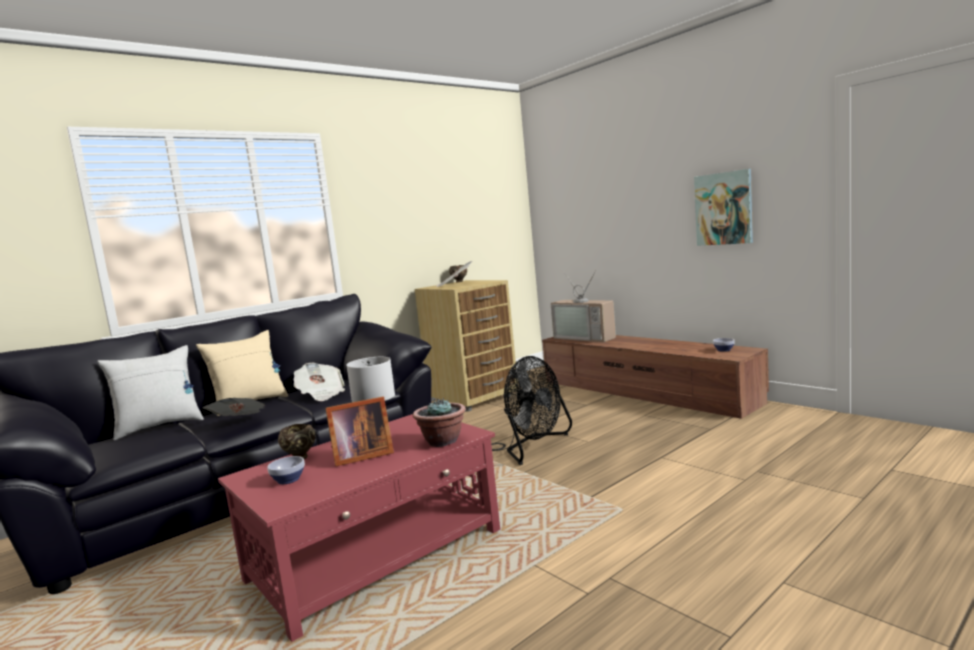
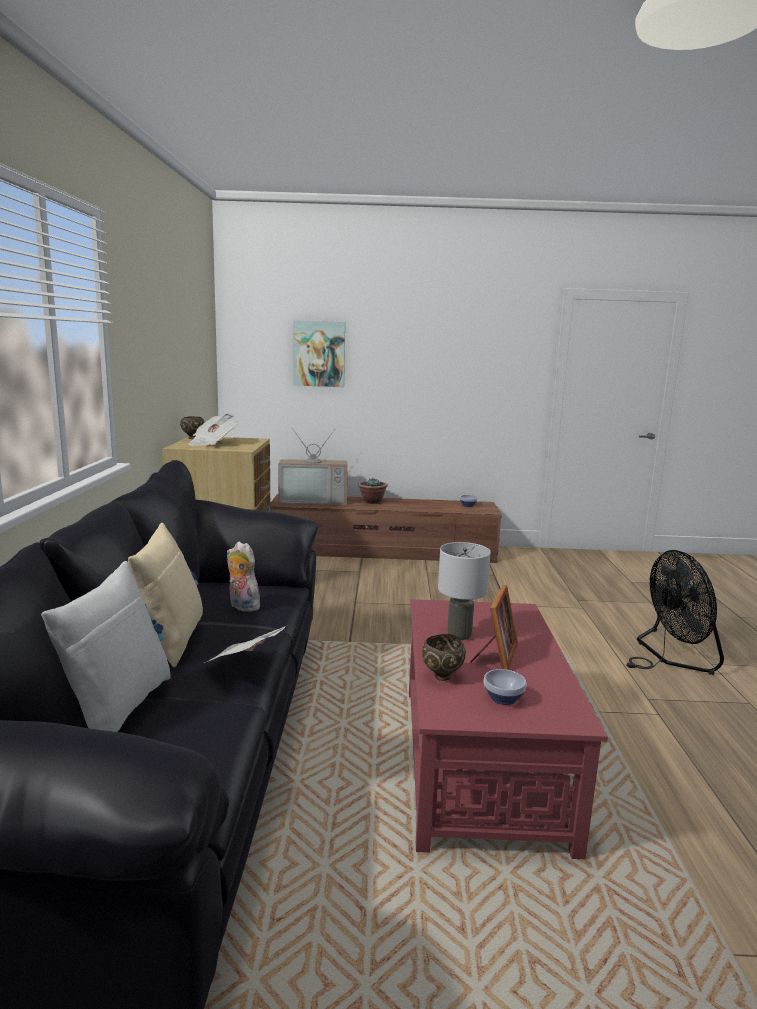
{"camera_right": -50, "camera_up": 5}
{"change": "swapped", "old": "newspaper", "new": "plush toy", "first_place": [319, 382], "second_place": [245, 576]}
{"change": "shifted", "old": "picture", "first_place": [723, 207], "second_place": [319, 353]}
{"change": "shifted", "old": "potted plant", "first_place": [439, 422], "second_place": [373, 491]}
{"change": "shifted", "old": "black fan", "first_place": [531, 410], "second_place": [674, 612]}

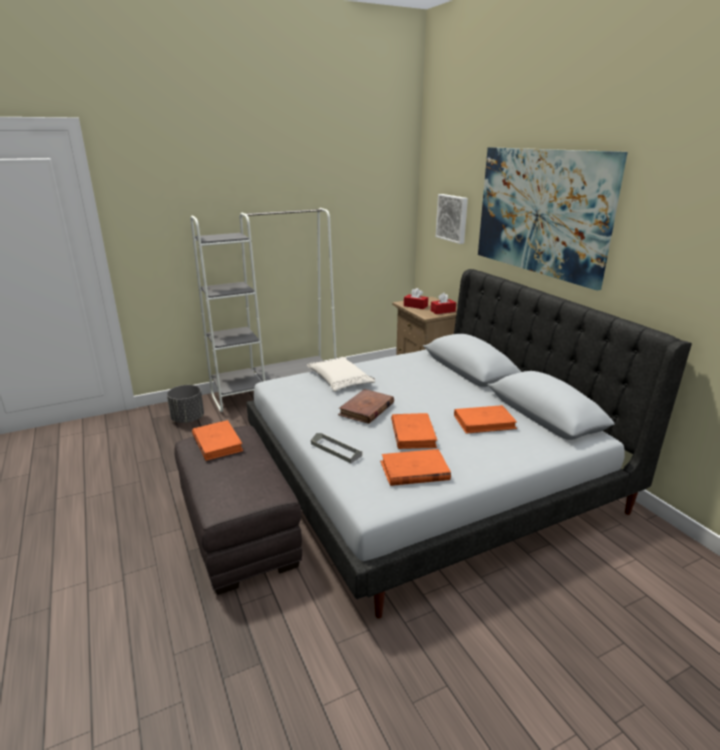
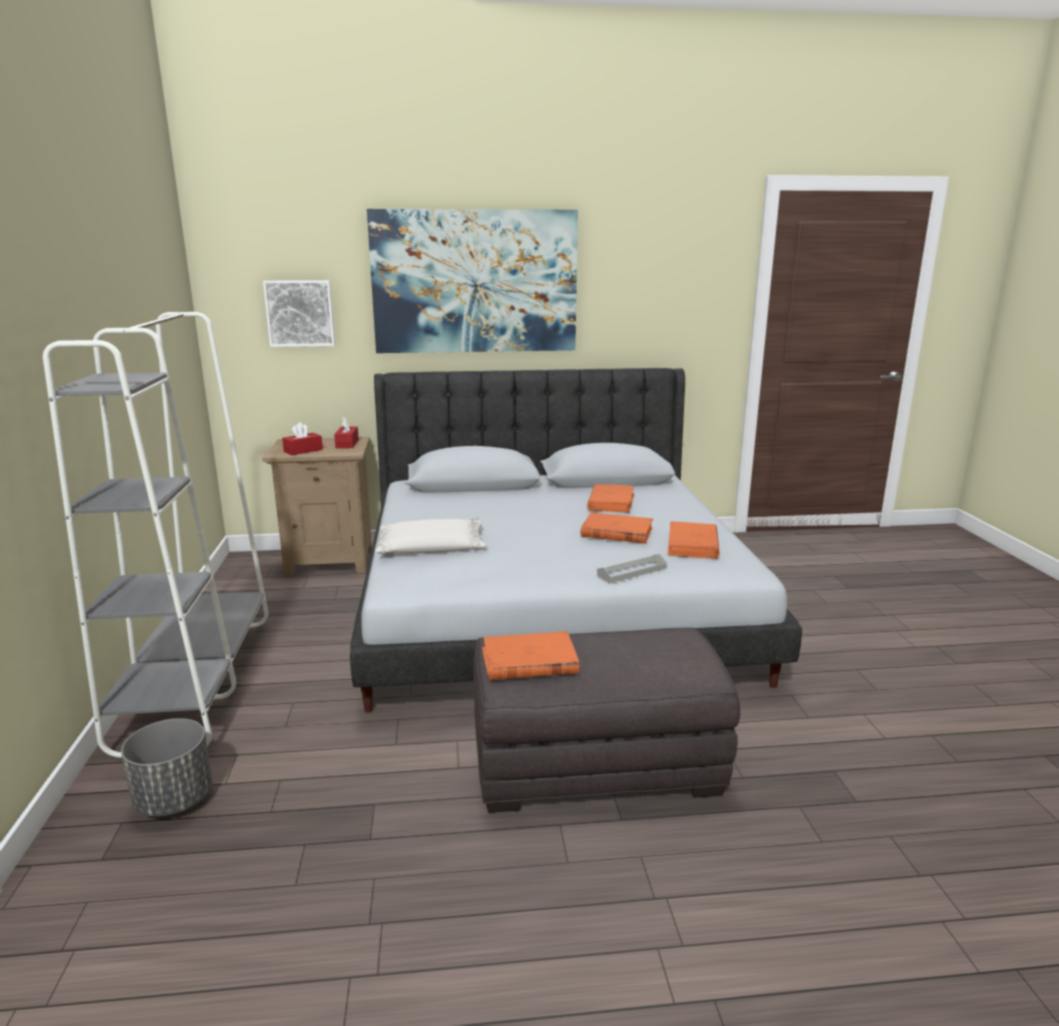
{"camera_right": -70, "camera_up": -5}
{"change": "gone", "old": "brown book", "first_place": [366, 406]}

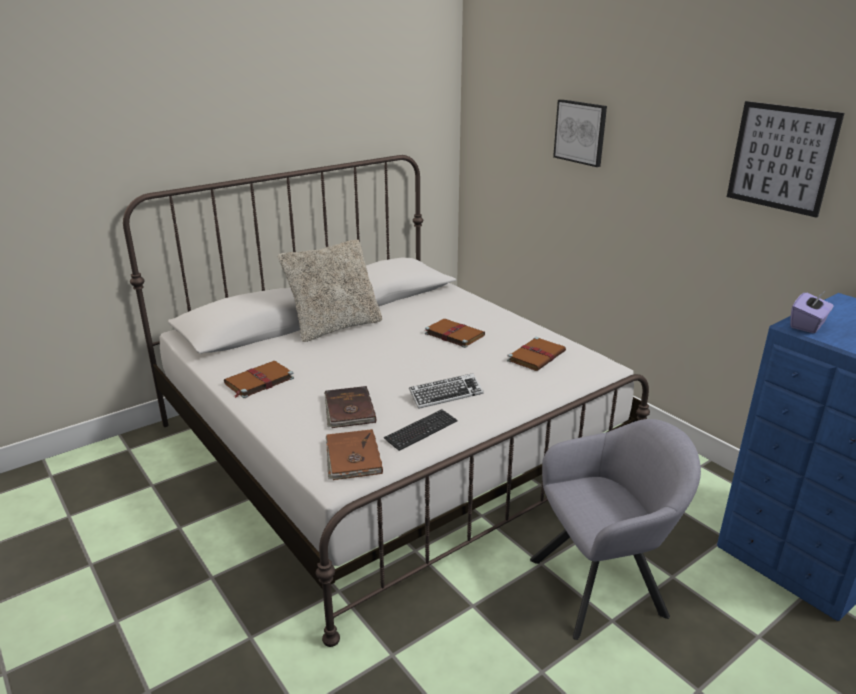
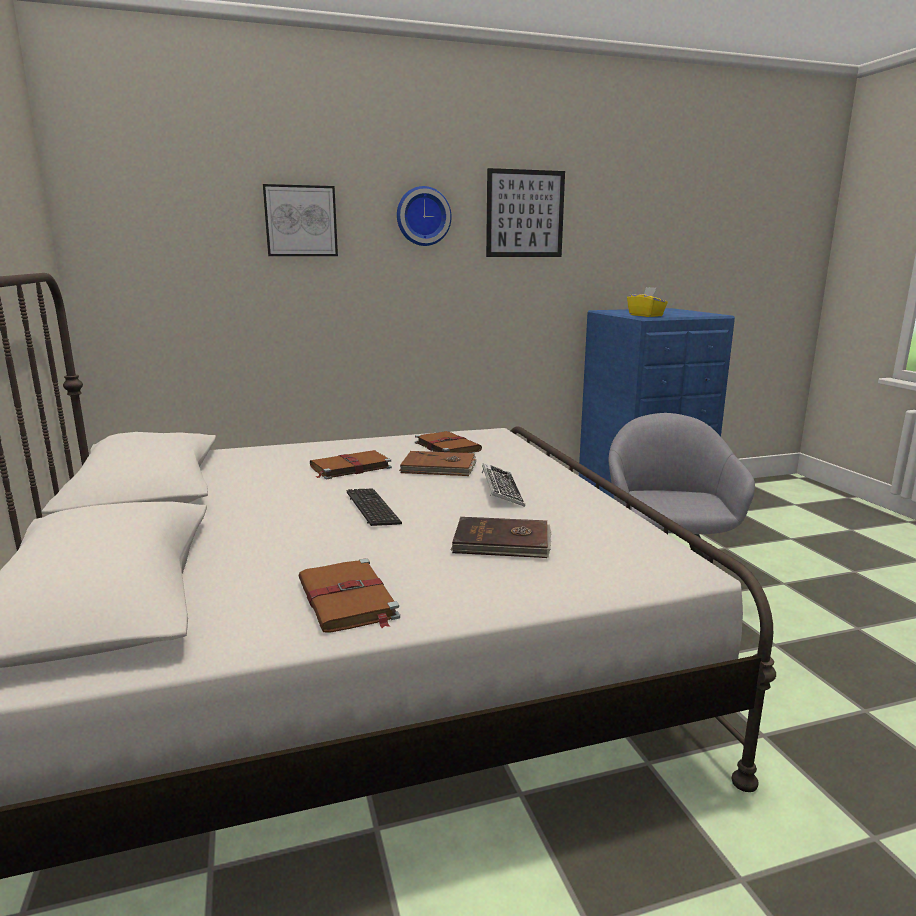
{"camera_right": -70, "camera_up": -10}
{"change": "shifted", "old": "keyboard", "first_place": [420, 430], "second_place": [374, 507]}
{"change": "new", "new": "wall clock", "second_place": [424, 216]}
{"change": "shifted", "old": "brown book", "first_place": [354, 454], "second_place": [438, 463]}
{"change": "repainted", "old": "purple tissue box", "new": "yellow tissue box", "first_place": [812, 312], "second_place": [647, 302]}
{"change": "gone", "old": "beige pillow", "first_place": [330, 291]}

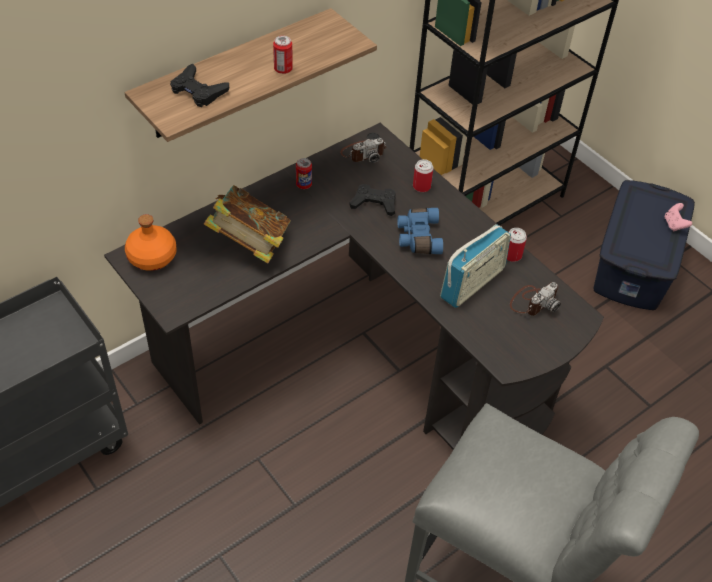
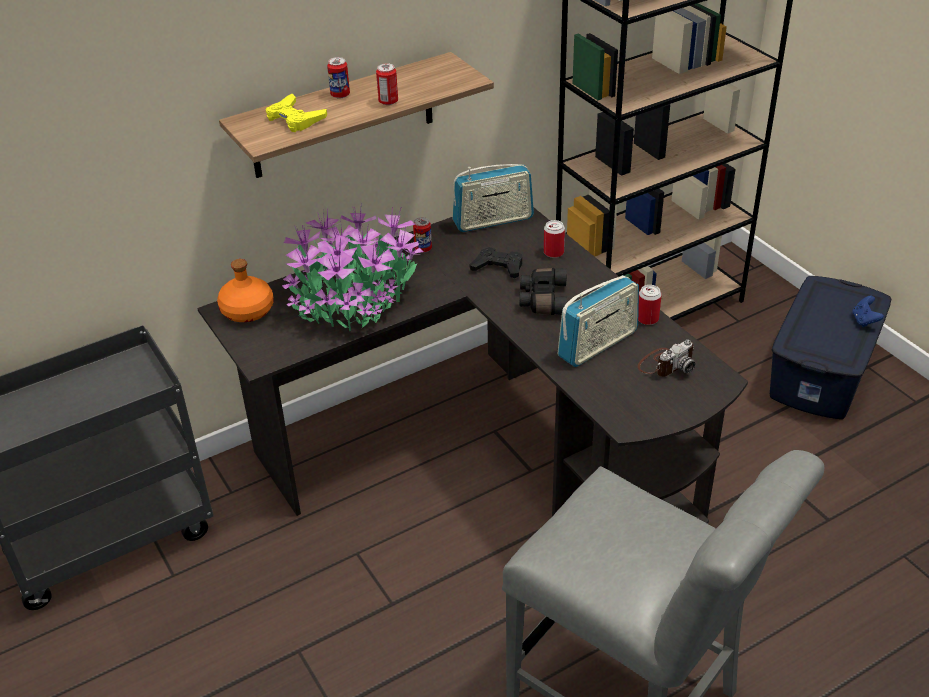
{"camera_right": 10, "camera_up": -10}
{"change": "repainted", "old": "black game controller", "new": "yellow game controller", "first_place": [199, 85], "second_place": [296, 112]}
{"change": "swapped", "old": "book", "new": "potted plant", "first_place": [247, 224], "second_place": [352, 268]}
{"change": "new", "new": "can", "second_place": [338, 78]}
{"change": "swapped", "old": "photo camera", "new": "radio", "first_place": [363, 150], "second_place": [493, 198]}
{"change": "repainted", "old": "blue binoculars", "new": "black binoculars", "first_place": [420, 231], "second_place": [543, 291]}
{"change": "repainted", "old": "pink game controller", "new": "blue game controller", "first_place": [678, 217], "second_place": [868, 311]}

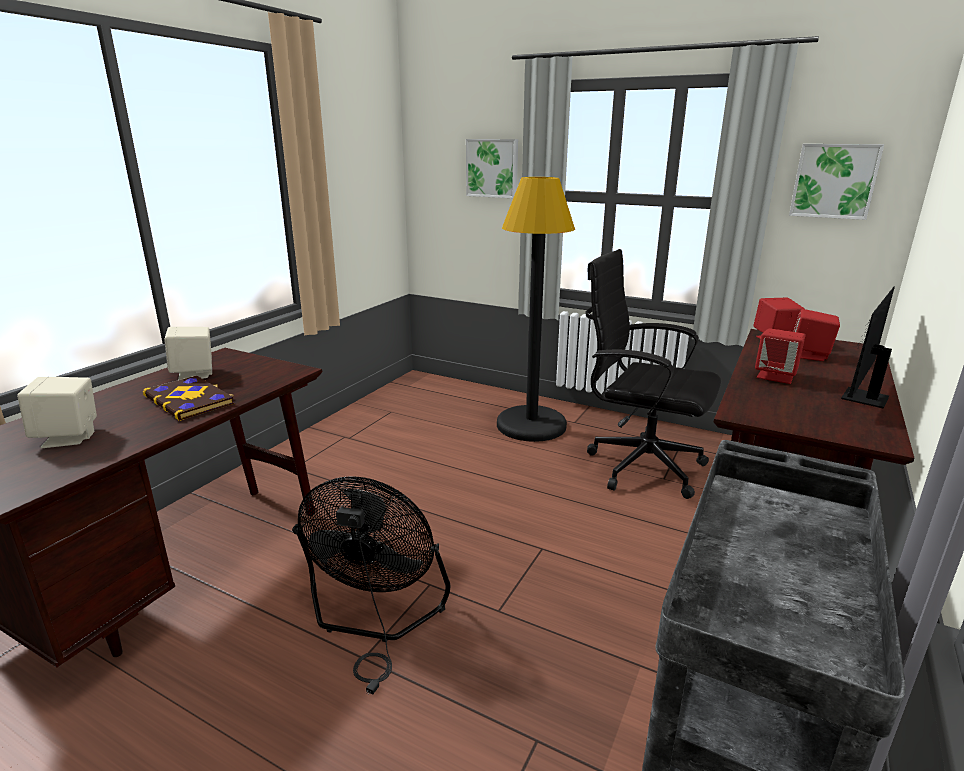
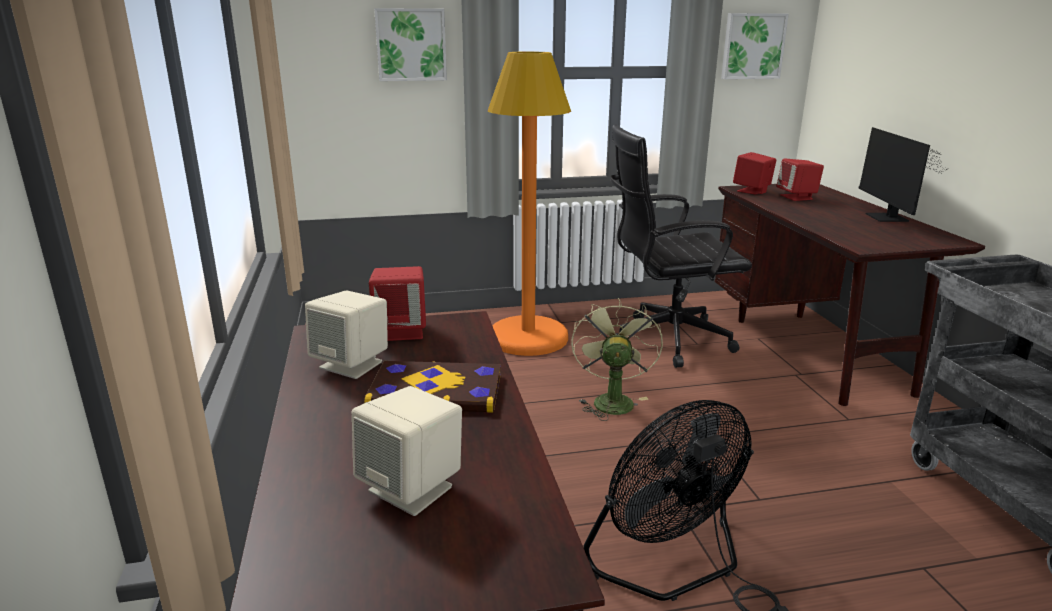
{"camera_right": -40, "camera_up": 0}
{"change": "shifted", "old": "red speaker", "first_place": [780, 356], "second_place": [397, 303]}
{"change": "repainted", "old": "black floor lamp", "new": "orange floor lamp", "first_place": [536, 309], "second_place": [529, 203]}
{"change": "new", "new": "green fan", "second_place": [617, 359]}

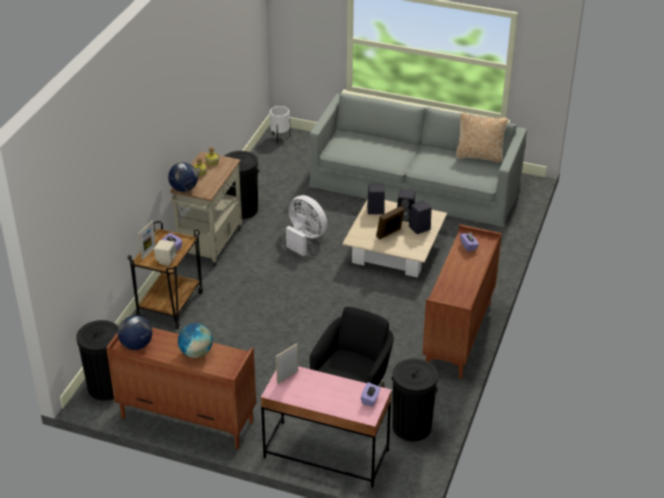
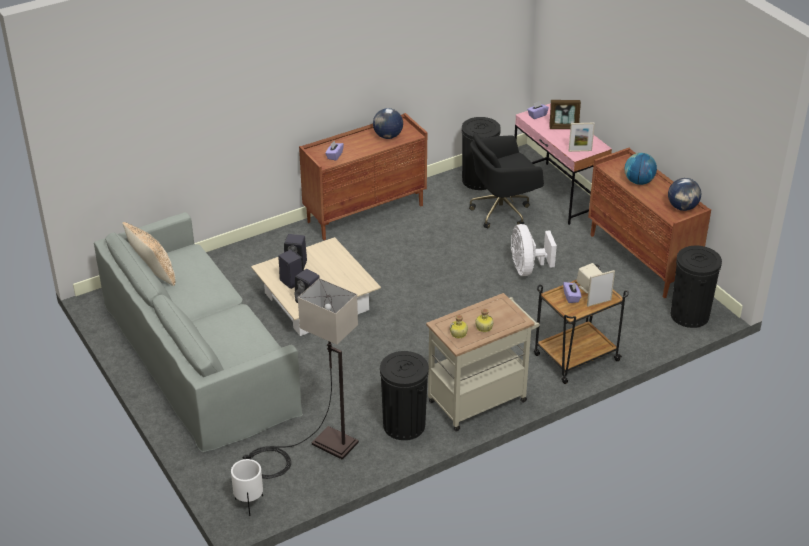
{"camera_right": -140, "camera_up": 0}
{"change": "new", "new": "floor lamp", "second_place": [300, 378]}
{"change": "shifted", "old": "globe", "first_place": [183, 177], "second_place": [388, 123]}
{"change": "shifted", "old": "white fan", "first_place": [306, 225], "second_place": [534, 250]}
{"change": "shifted", "old": "picture frame", "first_place": [390, 222], "second_place": [565, 114]}

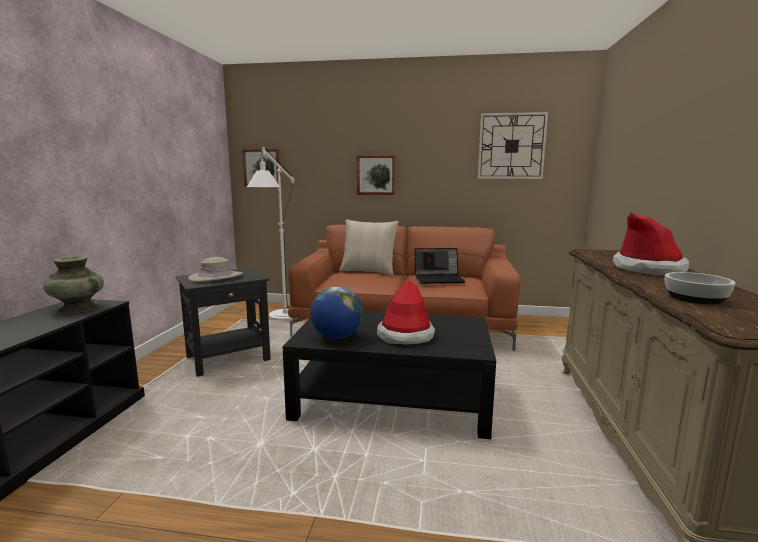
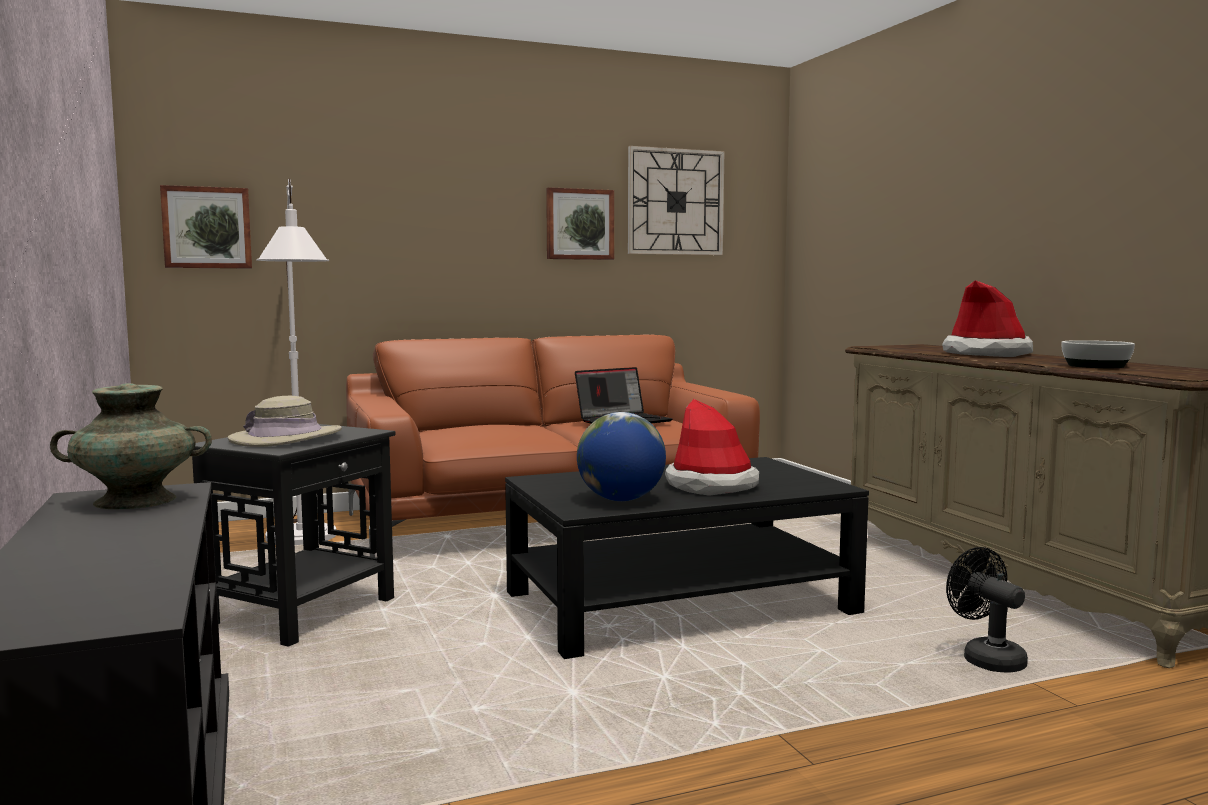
{"camera_right": -30, "camera_up": -5}
{"change": "shifted", "old": "picture", "first_place": [376, 175], "second_place": [580, 223]}
{"change": "new", "new": "black fan", "second_place": [987, 610]}
{"change": "gone", "old": "beige pillow", "first_place": [369, 247]}

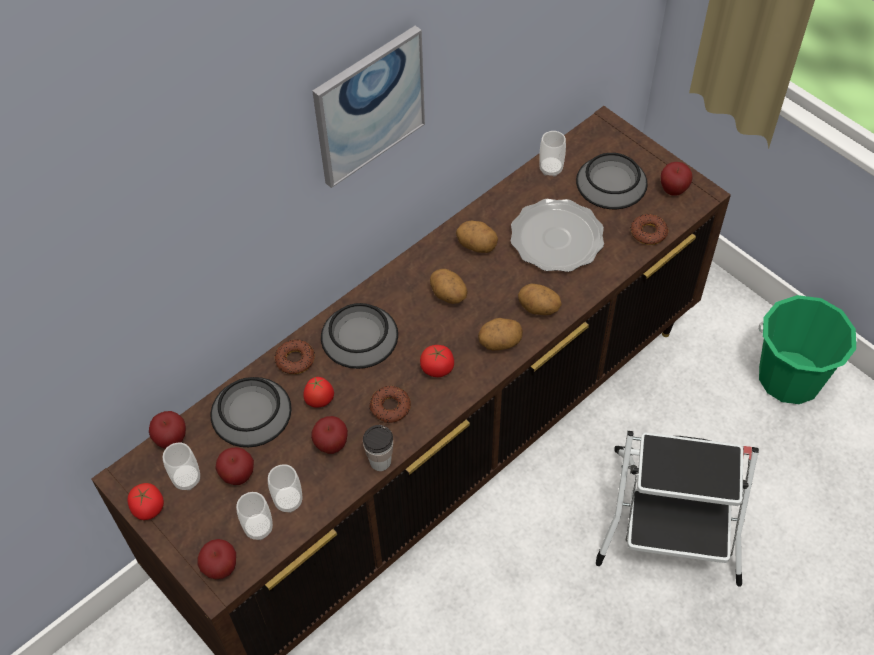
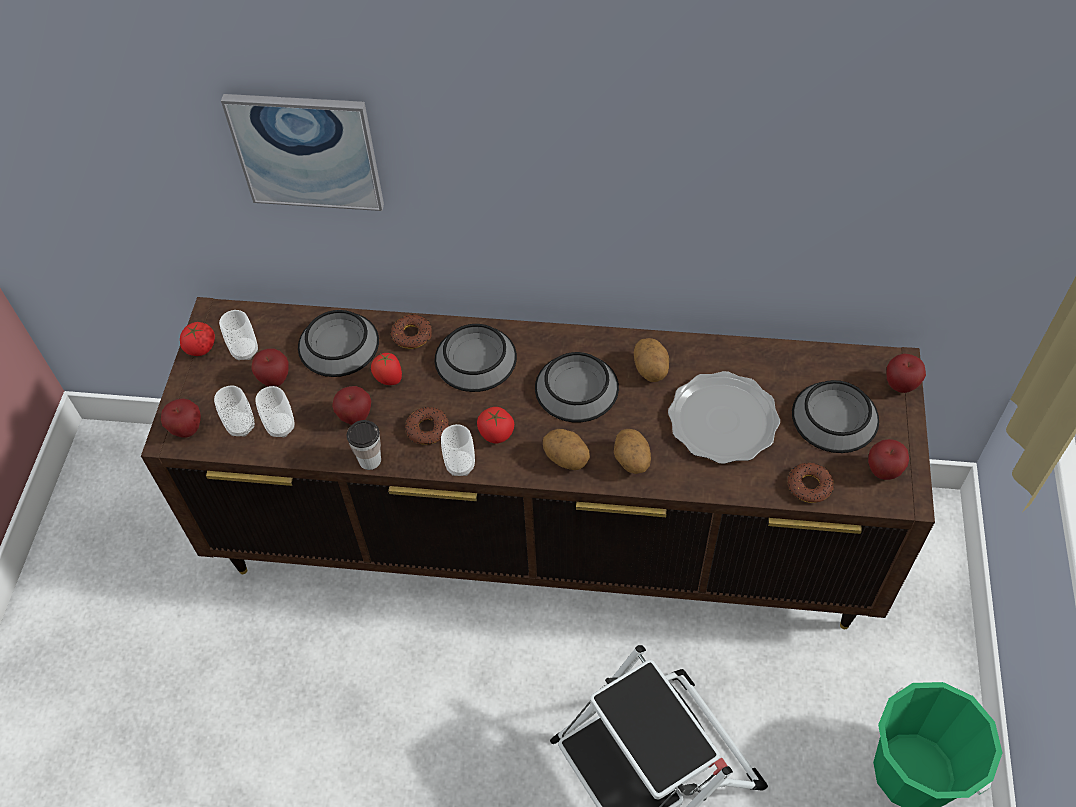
{"camera_right": 50, "camera_up": 0}
{"change": "shifted", "old": "picture", "first_place": [368, 107], "second_place": [302, 152]}
{"change": "shifted", "old": "cup", "first_place": [552, 154], "second_place": [458, 450]}
{"change": "swapped", "old": "potato", "new": "bowl", "first_place": [449, 286], "second_place": [577, 387]}
{"change": "shifted", "old": "apple", "first_place": [167, 430], "second_place": [906, 373]}

